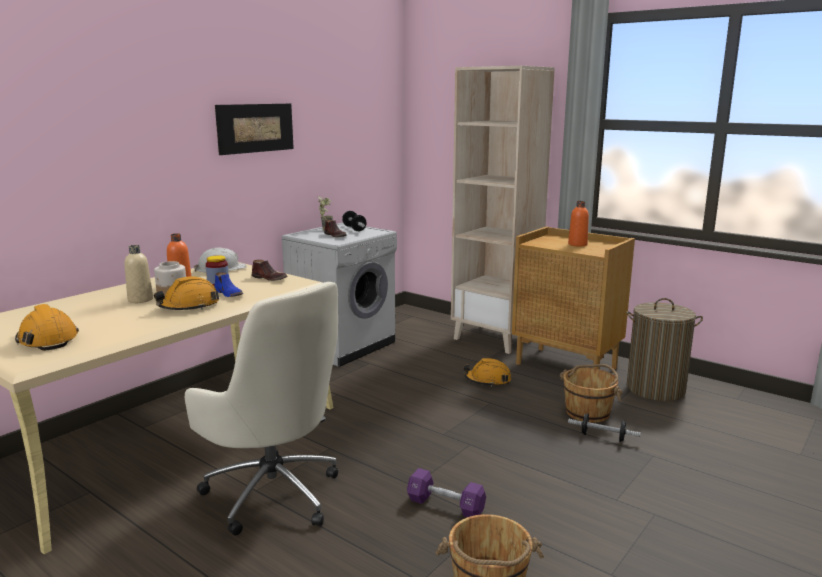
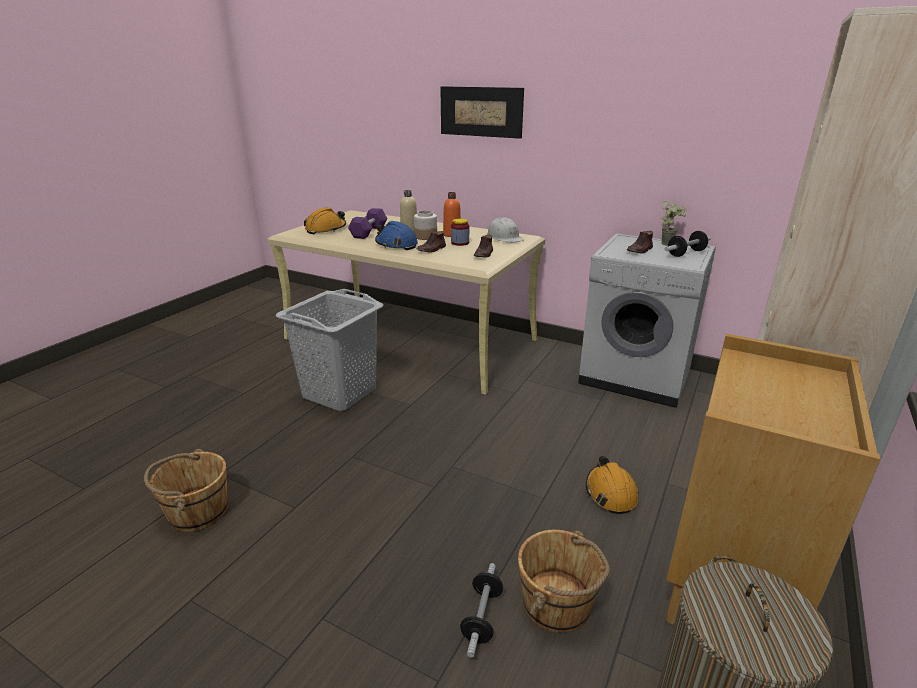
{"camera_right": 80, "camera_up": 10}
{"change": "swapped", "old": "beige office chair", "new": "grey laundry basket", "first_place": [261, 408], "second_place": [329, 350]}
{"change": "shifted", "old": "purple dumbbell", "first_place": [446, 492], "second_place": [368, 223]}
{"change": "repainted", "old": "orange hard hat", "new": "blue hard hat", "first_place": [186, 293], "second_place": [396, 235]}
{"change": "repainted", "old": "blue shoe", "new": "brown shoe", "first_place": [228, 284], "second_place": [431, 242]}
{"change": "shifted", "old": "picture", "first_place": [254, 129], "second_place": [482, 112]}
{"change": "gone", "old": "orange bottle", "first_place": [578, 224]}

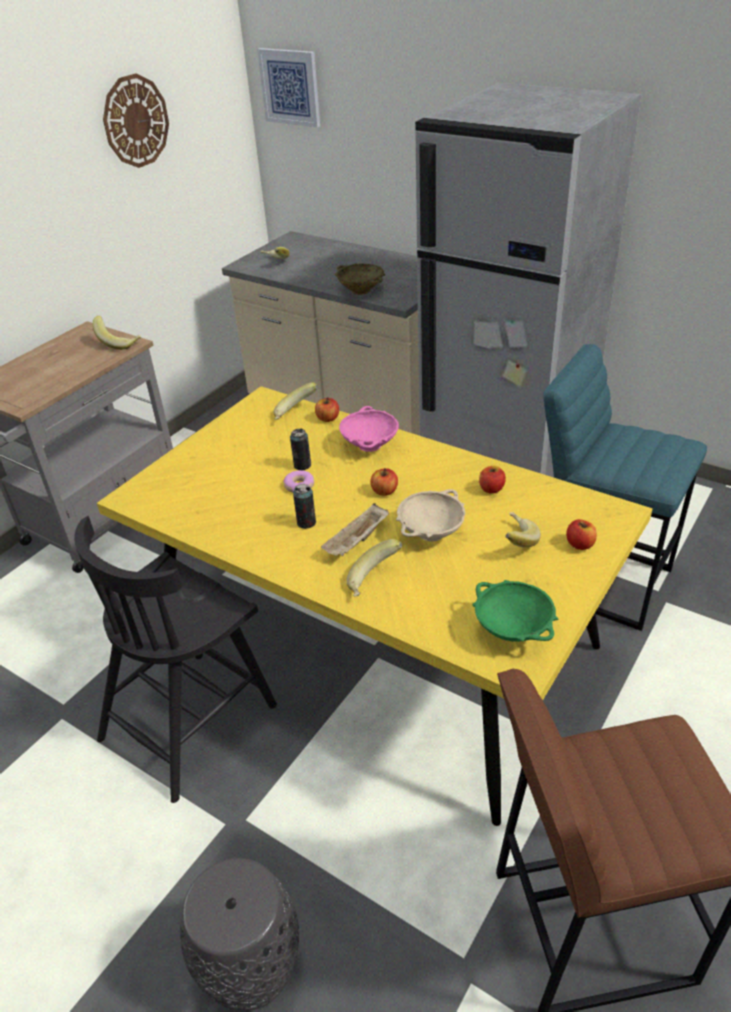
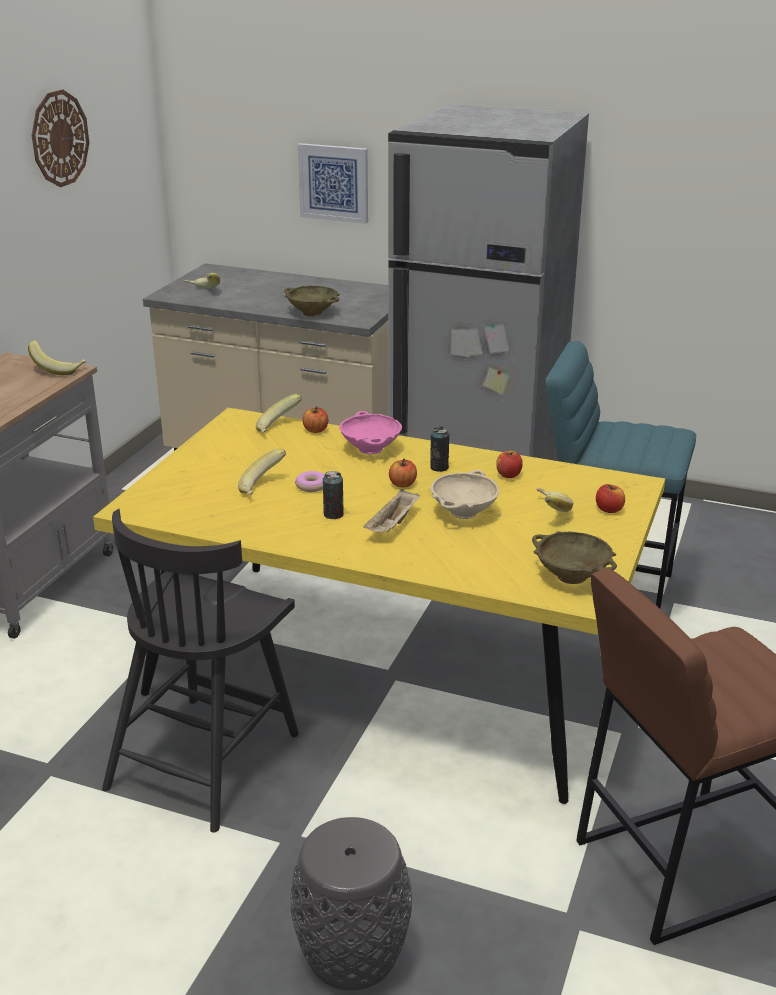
{"camera_right": -15, "camera_up": -10}
{"change": "shifted", "old": "banana", "first_place": [374, 568], "second_place": [262, 472]}
{"change": "shifted", "old": "picture", "first_place": [288, 87], "second_place": [333, 183]}
{"change": "shifted", "old": "can", "first_place": [301, 449], "second_place": [440, 449]}
{"change": "repainted", "old": "green bowl", "new": "beige bowl", "first_place": [515, 611], "second_place": [574, 557]}

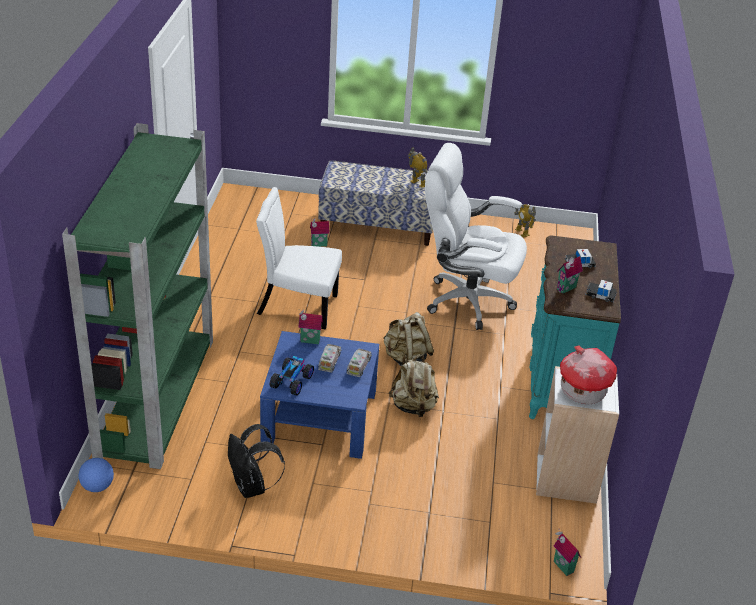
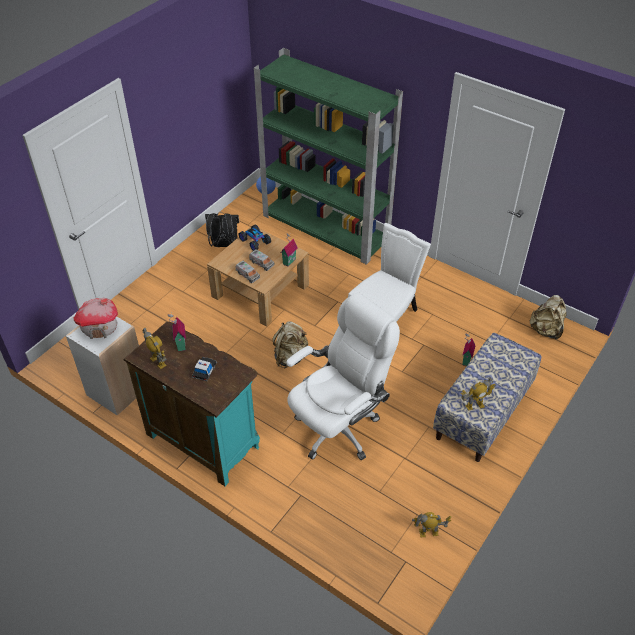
{"camera_right": 120, "camera_up": 10}
{"change": "swapped", "old": "toy car", "new": "toy robot", "first_place": [601, 291], "second_place": [155, 348]}
{"change": "repainted", "old": "blue coffee table", "new": "brown coffee table", "first_place": [319, 395], "second_place": [258, 276]}
{"change": "shifted", "old": "beige backpack", "first_place": [414, 385], "second_place": [548, 317]}
{"change": "gone", "old": "toy house", "first_place": [567, 553]}

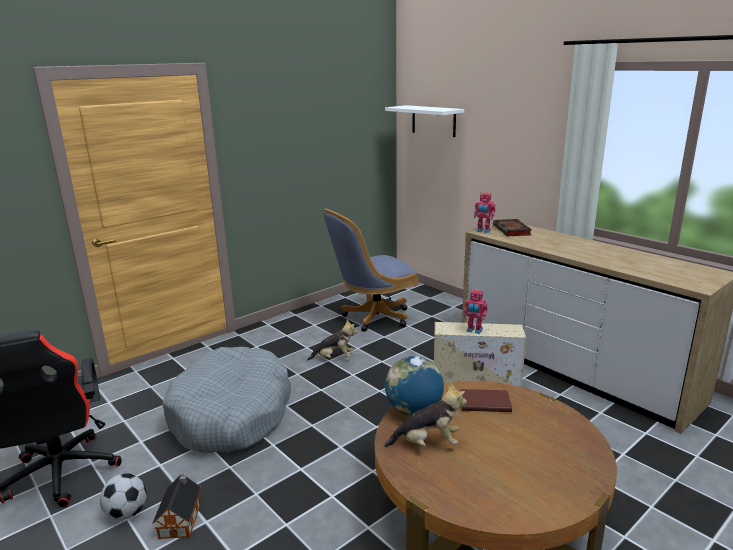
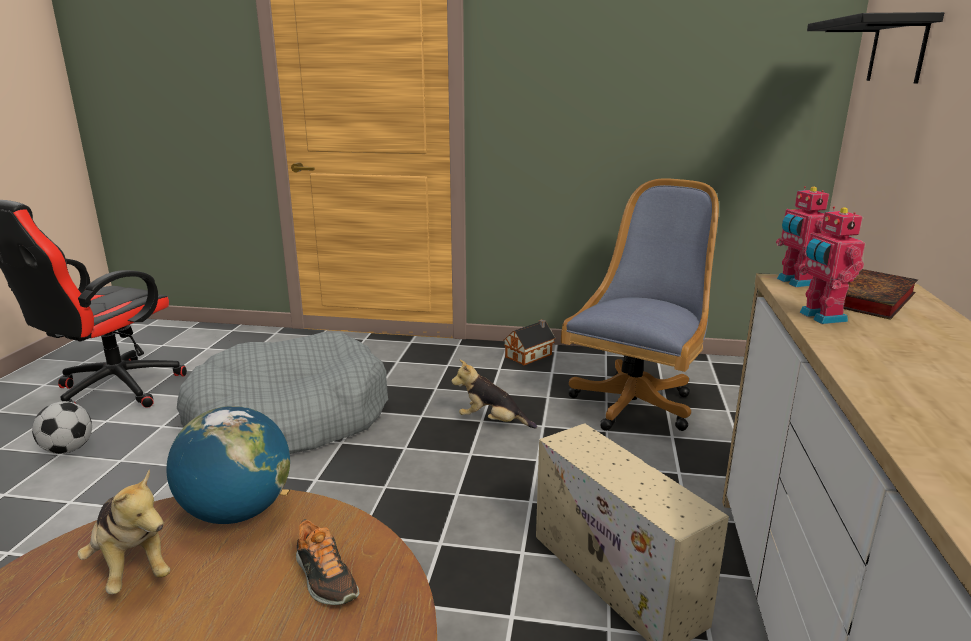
{"camera_right": 50, "camera_up": 0}
{"change": "swapped", "old": "brown book", "new": "shoe", "first_place": [486, 400], "second_place": [327, 562]}
{"change": "rotated", "old": "plush toy", "first_place": [332, 340], "second_place": [494, 394], "degrees": 150}
{"change": "shifted", "old": "toy house", "first_place": [176, 507], "second_place": [529, 342]}
{"change": "rotated", "old": "blue office chair", "first_place": [371, 270], "second_place": [640, 304], "degrees": 105}
{"change": "shifted", "old": "toy robot", "first_place": [476, 311], "second_place": [832, 265]}
{"change": "repainted", "old": "white shelf", "new": "black shelf", "first_place": [424, 121], "second_place": [875, 48]}

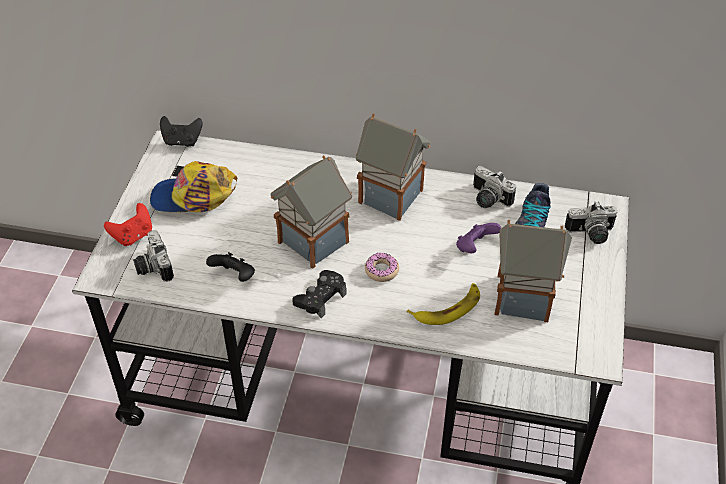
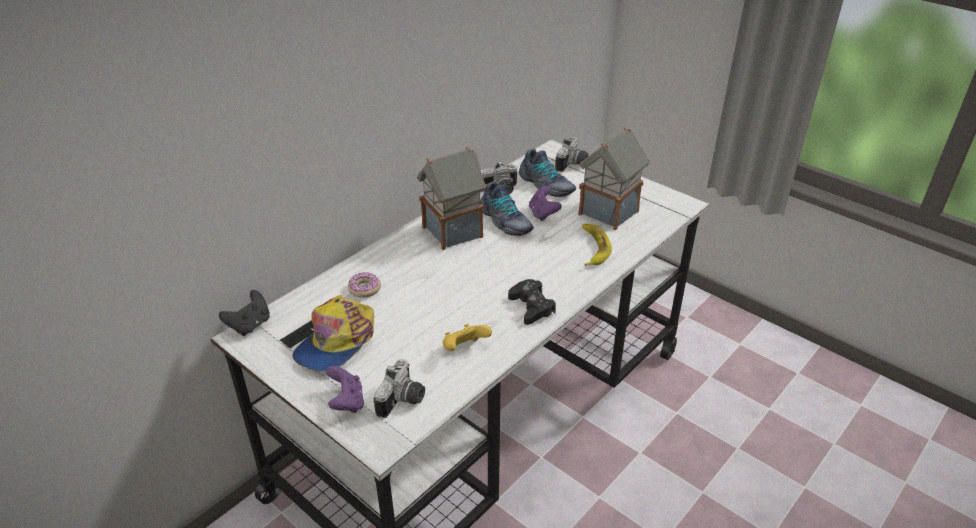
{"camera_right": -60, "camera_up": -10}
{"change": "repainted", "old": "red game controller", "new": "purple game controller", "first_place": [128, 224], "second_place": [345, 389]}
{"change": "shifted", "old": "donut", "first_place": [382, 267], "second_place": [364, 285]}
{"change": "rotated", "old": "photo camera", "first_place": [153, 256], "second_place": [399, 388], "degrees": -75}
{"change": "repainted", "old": "black game controller", "new": "yellow game controller", "first_place": [230, 267], "second_place": [467, 337]}
{"change": "new", "new": "shoe", "second_place": [507, 208]}
{"change": "gone", "old": "toy house", "first_place": [311, 212]}

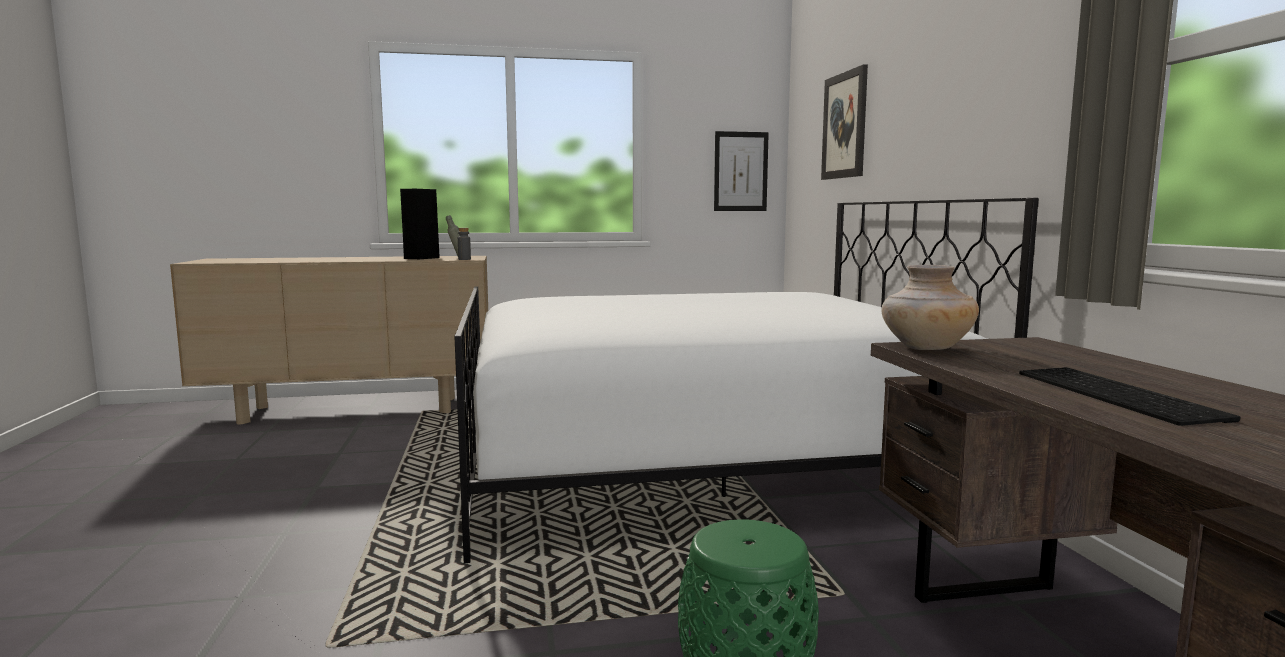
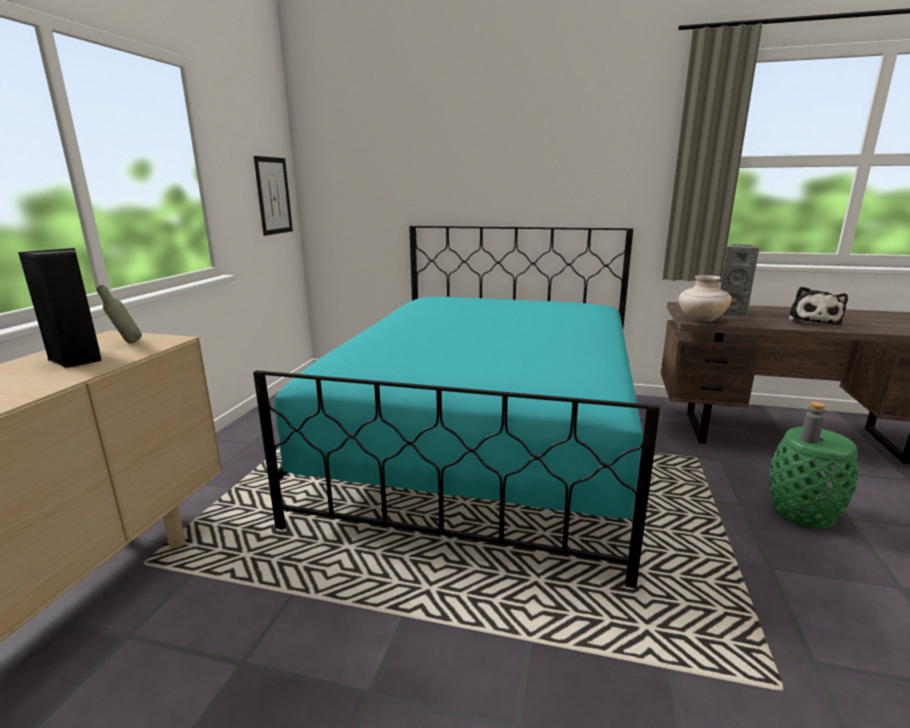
{"camera_right": -65, "camera_up": 10}
{"change": "repainted", "old": "white bed", "new": "turquoise bed", "first_place": [746, 380], "second_place": [456, 407]}
{"change": "new", "new": "grey speaker", "second_place": [740, 281]}
{"change": "swapped", "old": "keyboard", "new": "plush toy", "first_place": [1130, 396], "second_place": [818, 306]}
{"change": "shifted", "old": "grey bottle", "first_place": [464, 244], "second_place": [812, 423]}
{"change": "gone", "old": "picture", "first_place": [844, 122]}

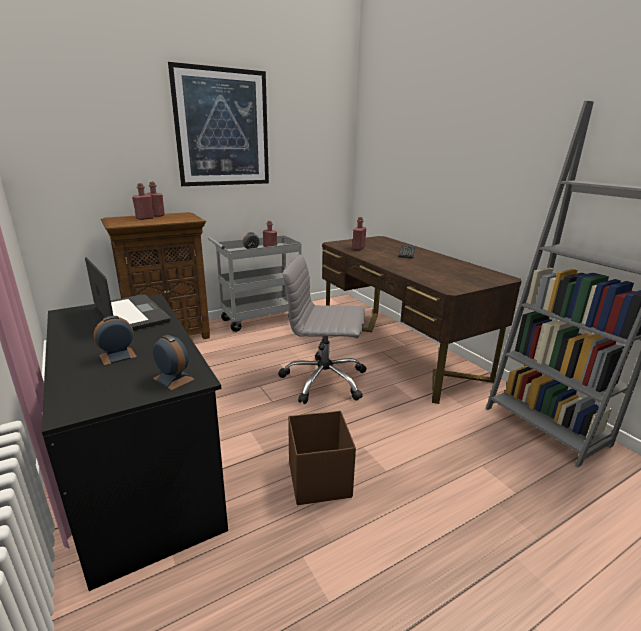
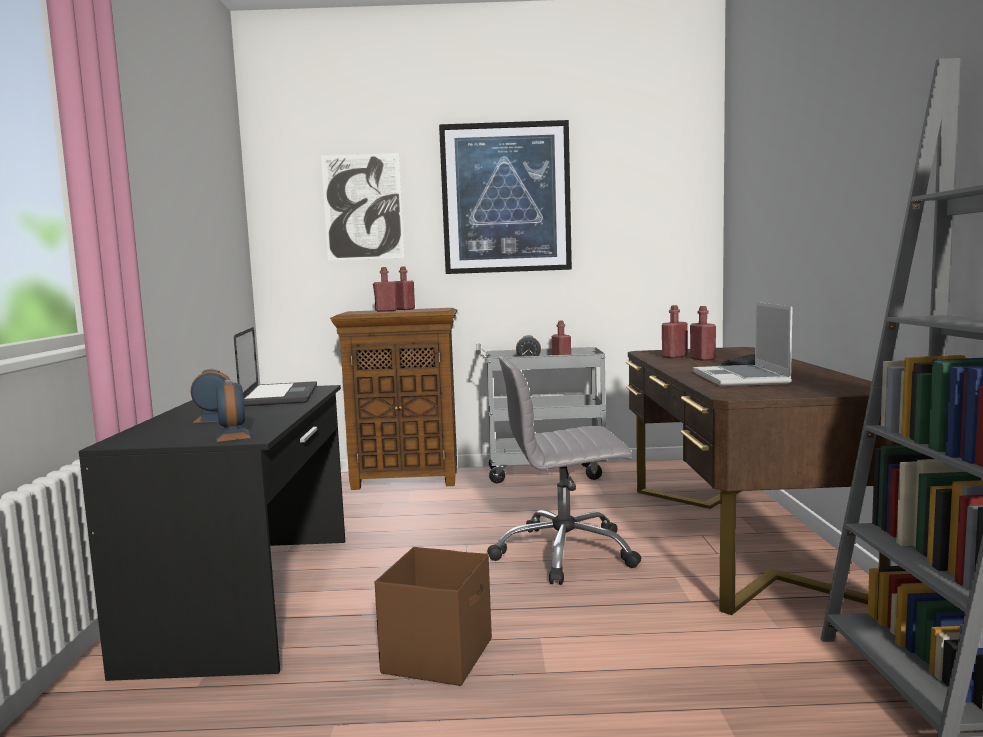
{"camera_right": 30, "camera_up": -15}
{"change": "new", "new": "picture", "second_place": [362, 207]}
{"change": "rotated", "old": "grey office chair", "first_place": [322, 329], "second_place": [564, 470], "degrees": -45}
{"change": "new", "new": "red bottle", "second_place": [703, 333]}
{"change": "new", "new": "laptop", "second_place": [743, 344]}

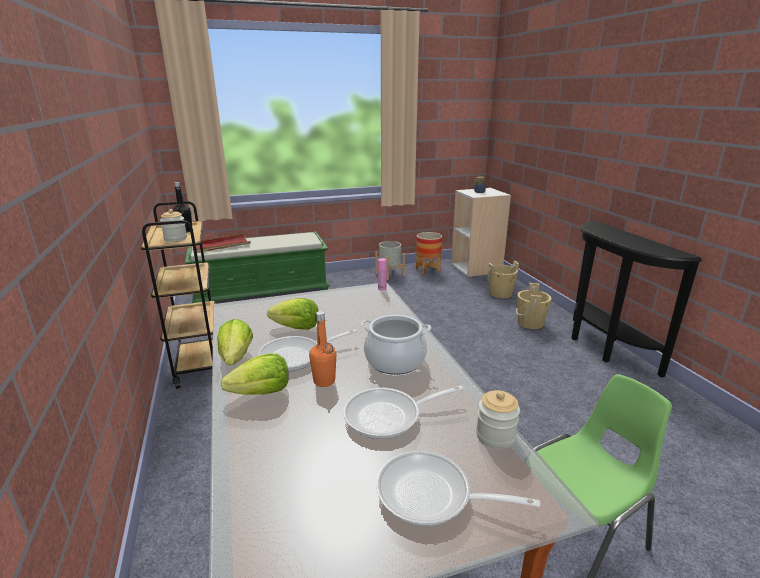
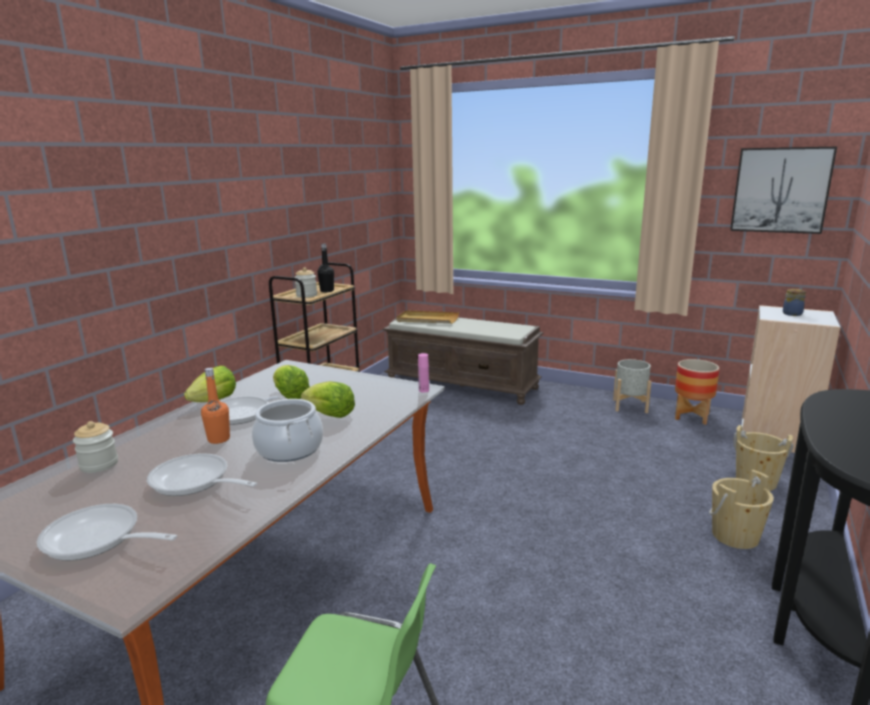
{"camera_right": 45, "camera_up": -5}
{"change": "rotated", "old": "frying pan", "first_place": [458, 488], "second_place": [107, 532], "degrees": -45}
{"change": "shifted", "old": "jar", "first_place": [498, 419], "second_place": [95, 447]}
{"change": "shifted", "old": "lettuce", "first_place": [255, 374], "second_place": [328, 399]}
{"change": "repainted", "old": "green bench", "new": "brown bench", "first_place": [257, 267], "second_place": [463, 361]}
{"change": "repainted", "old": "red tray", "new": "beige tray", "first_place": [223, 243], "second_place": [427, 317]}
{"change": "new", "new": "picture", "second_place": [783, 190]}

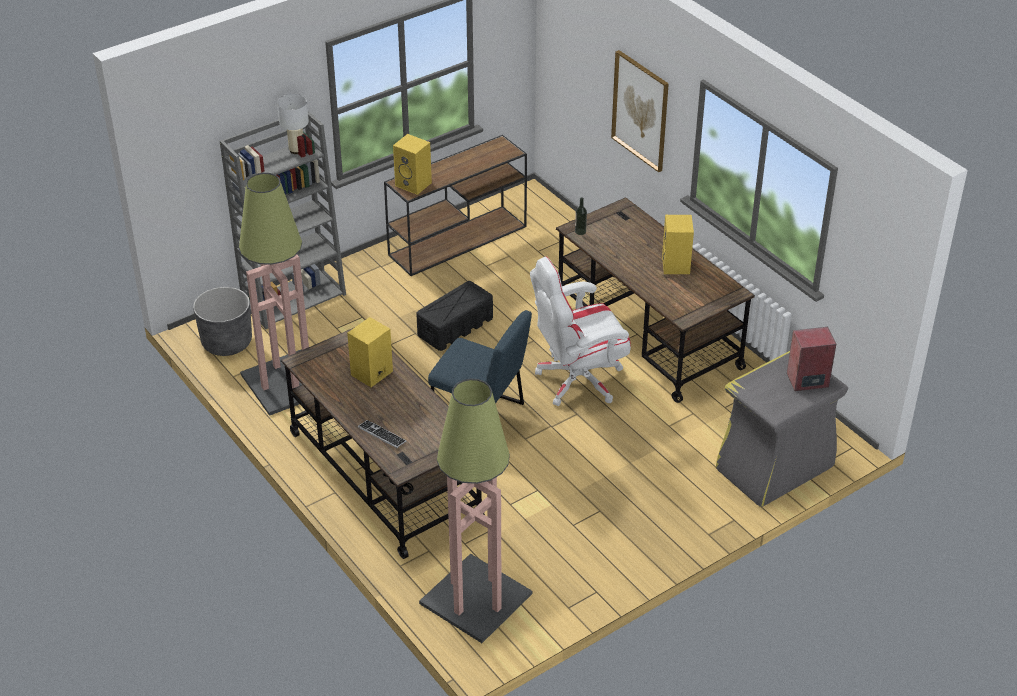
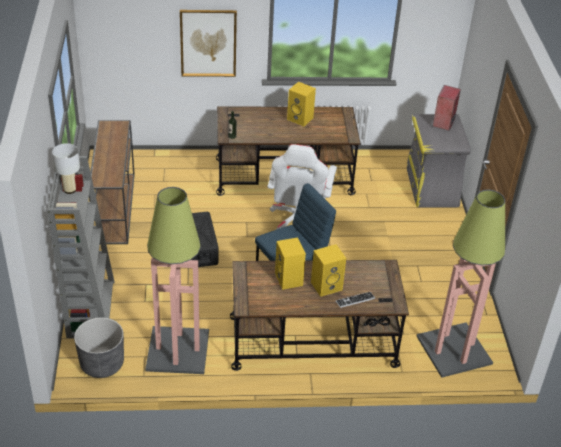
{"camera_right": -60, "camera_up": 0}
{"change": "shifted", "old": "yellow speaker", "first_place": [412, 164], "second_place": [328, 270]}

